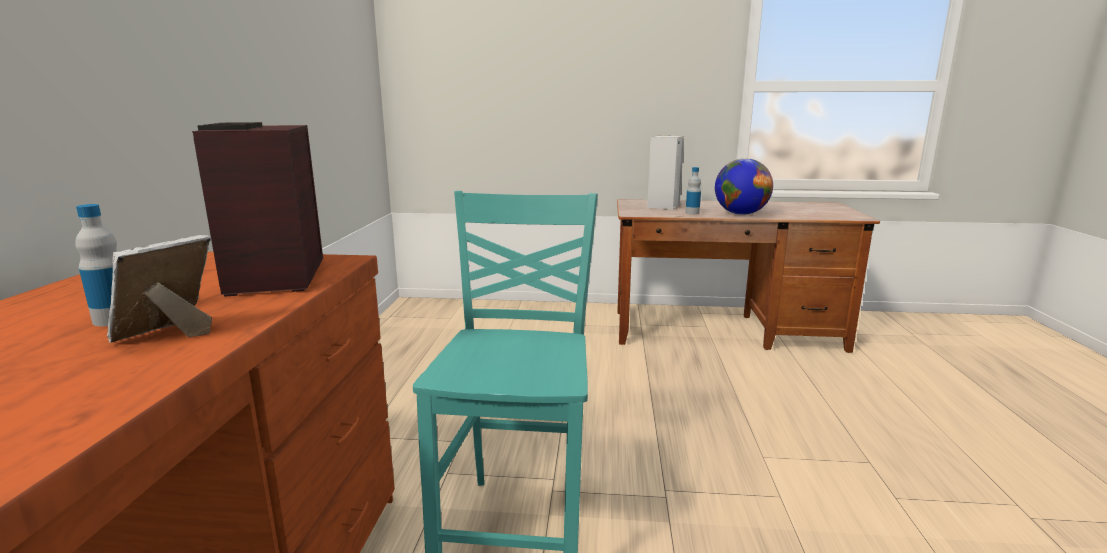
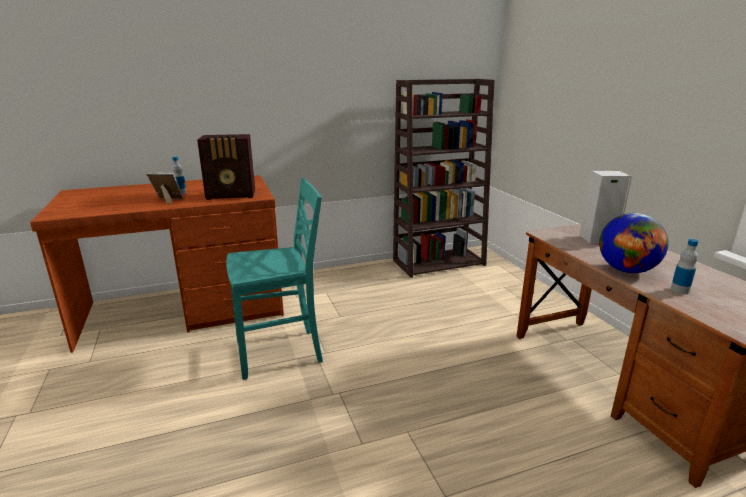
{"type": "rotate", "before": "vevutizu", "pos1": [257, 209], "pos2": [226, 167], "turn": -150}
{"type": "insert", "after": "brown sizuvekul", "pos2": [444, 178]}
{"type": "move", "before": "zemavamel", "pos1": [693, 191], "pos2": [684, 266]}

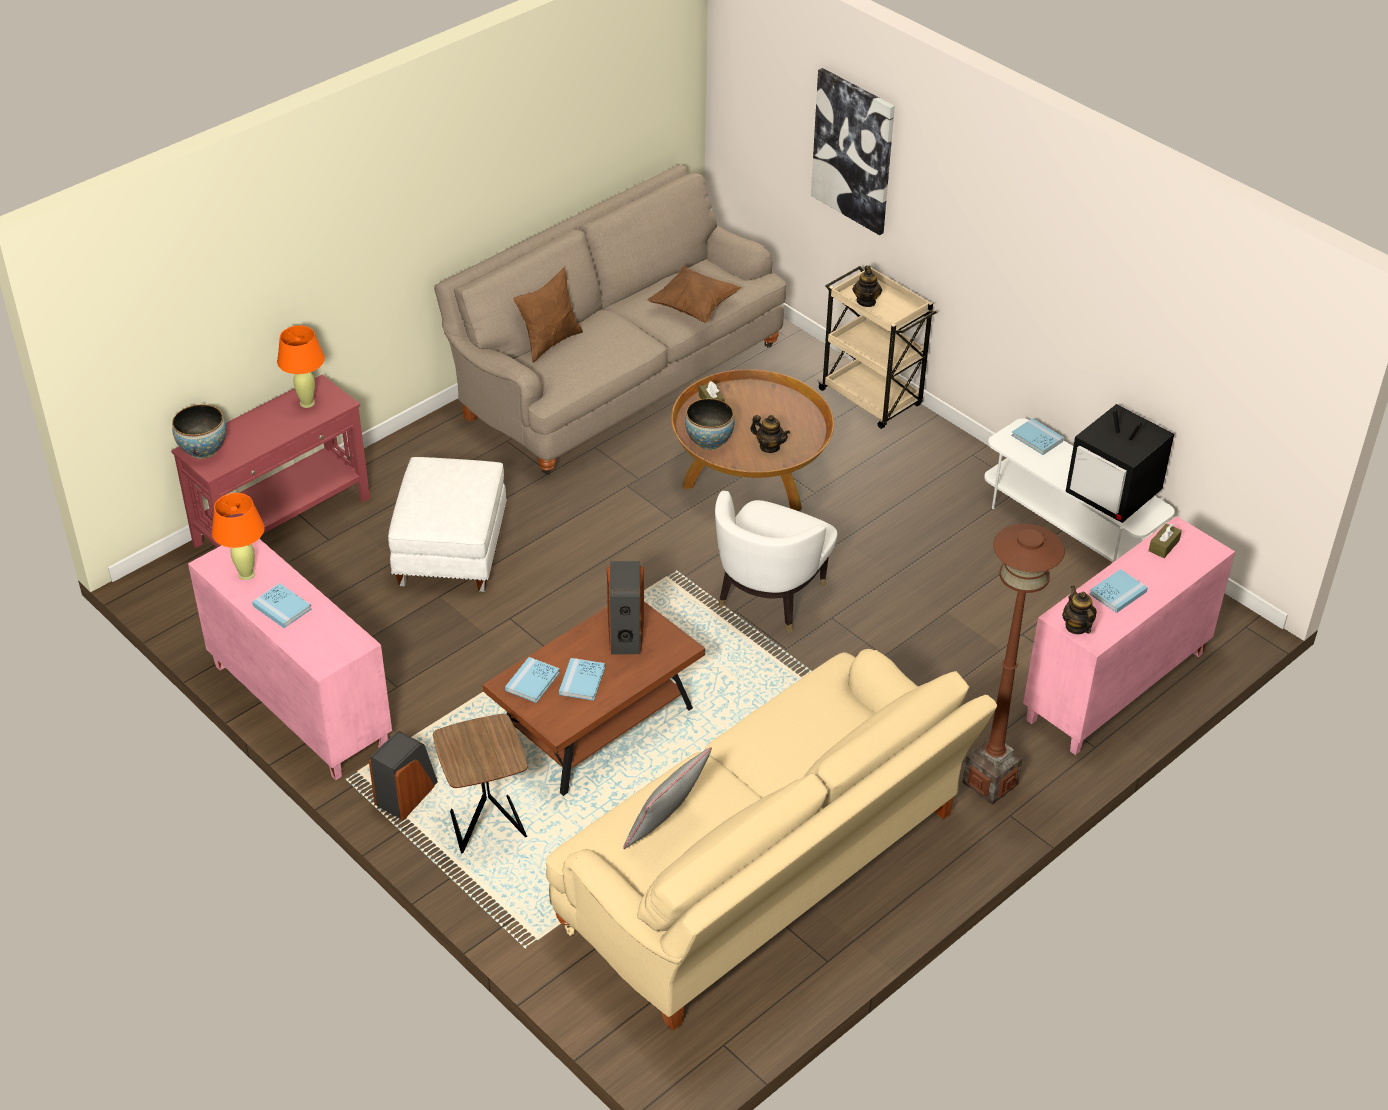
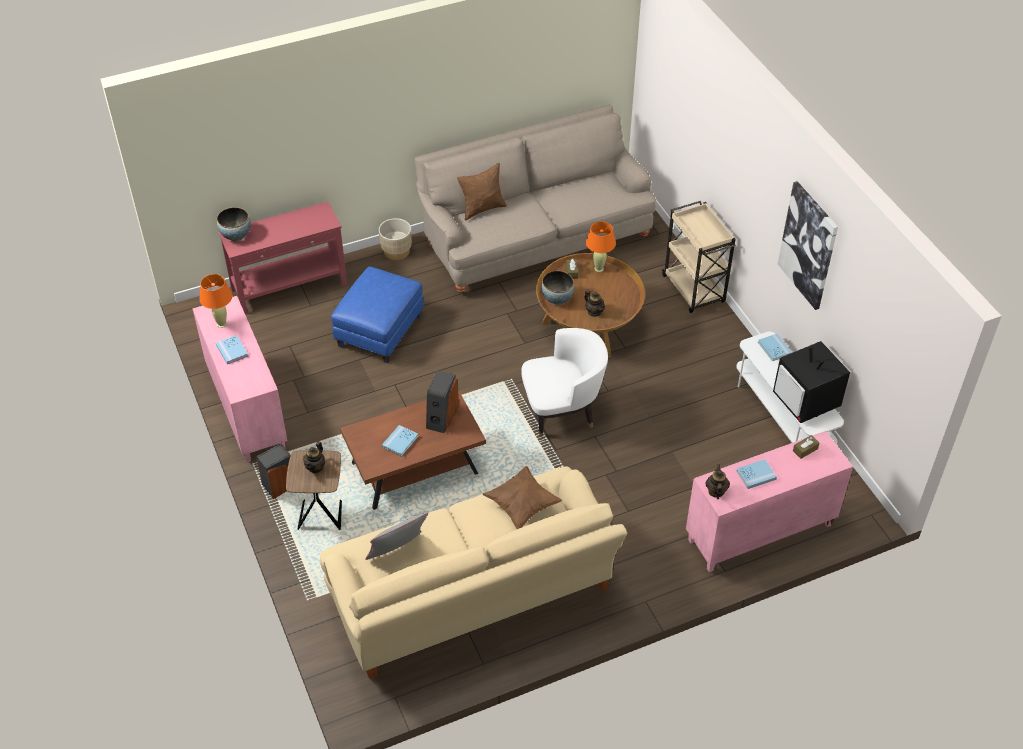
{"type": "move", "before": "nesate", "pos1": [867, 286], "pos2": [314, 457]}
{"type": "recolor", "before": "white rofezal", "after": "blue rofezal", "pos1": [447, 524], "pos2": [377, 314]}
{"type": "insert", "after": "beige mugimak", "pos2": [395, 239]}
{"type": "move", "before": "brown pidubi", "pos1": [694, 294], "pos2": [522, 497]}
{"type": "rotate", "before": "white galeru", "pos1": [776, 562], "pos2": [564, 382], "turn": -150}
{"type": "move", "before": "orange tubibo", "pos1": [301, 367], "pos2": [601, 246]}
{"type": "move", "before": "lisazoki", "pos1": [853, 151], "pos2": [808, 245]}
{"type": "delete", "before": "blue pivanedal", "pos1": [532, 680]}
{"type": "delete", "before": "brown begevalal", "pos1": [1013, 664]}

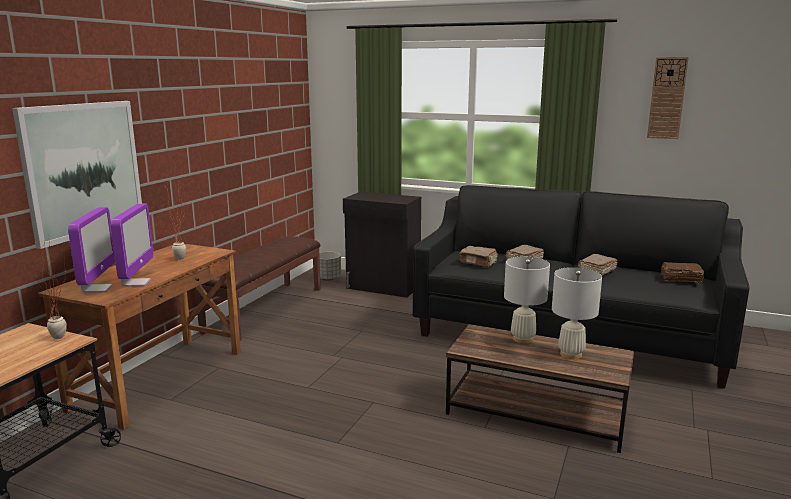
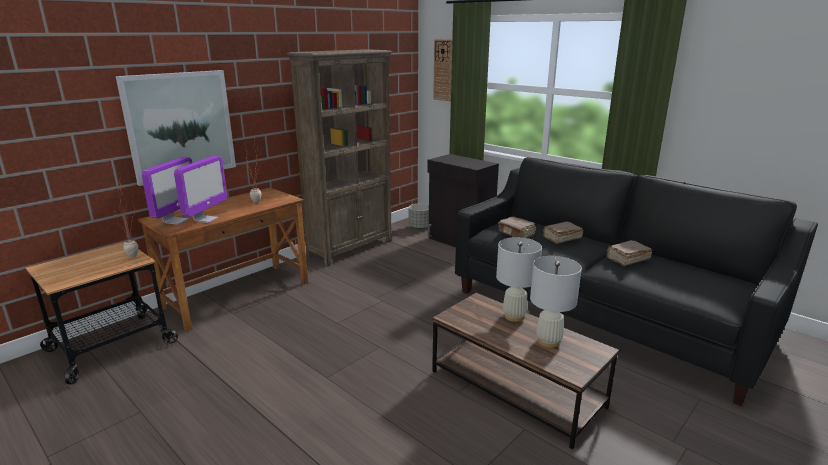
{"type": "replace", "before": "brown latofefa", "after": "brown sizuvekul", "pos1": [258, 288], "pos2": [339, 157]}
{"type": "move", "before": "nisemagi", "pos1": [668, 98], "pos2": [442, 70]}
{"type": "delete", "before": "brown pivanedal", "pos1": [682, 272]}

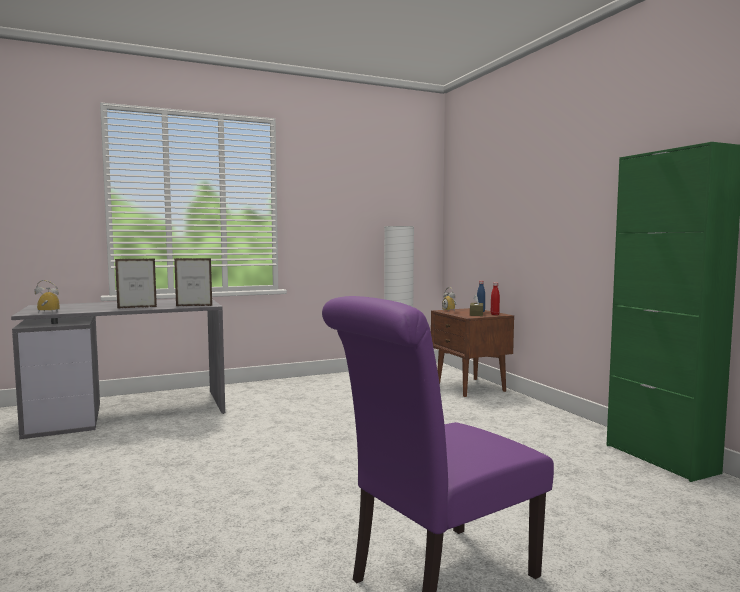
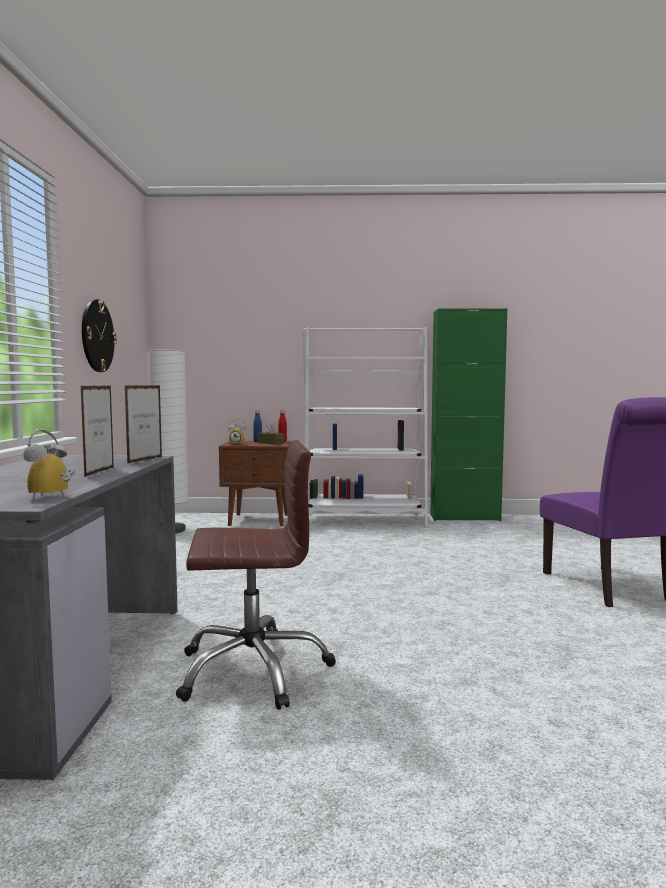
{"type": "insert", "after": "nisemagi", "pos2": [99, 335]}
{"type": "insert", "after": "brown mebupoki", "pos2": [256, 575]}
{"type": "insert", "after": "white sizuvekul", "pos2": [365, 428]}

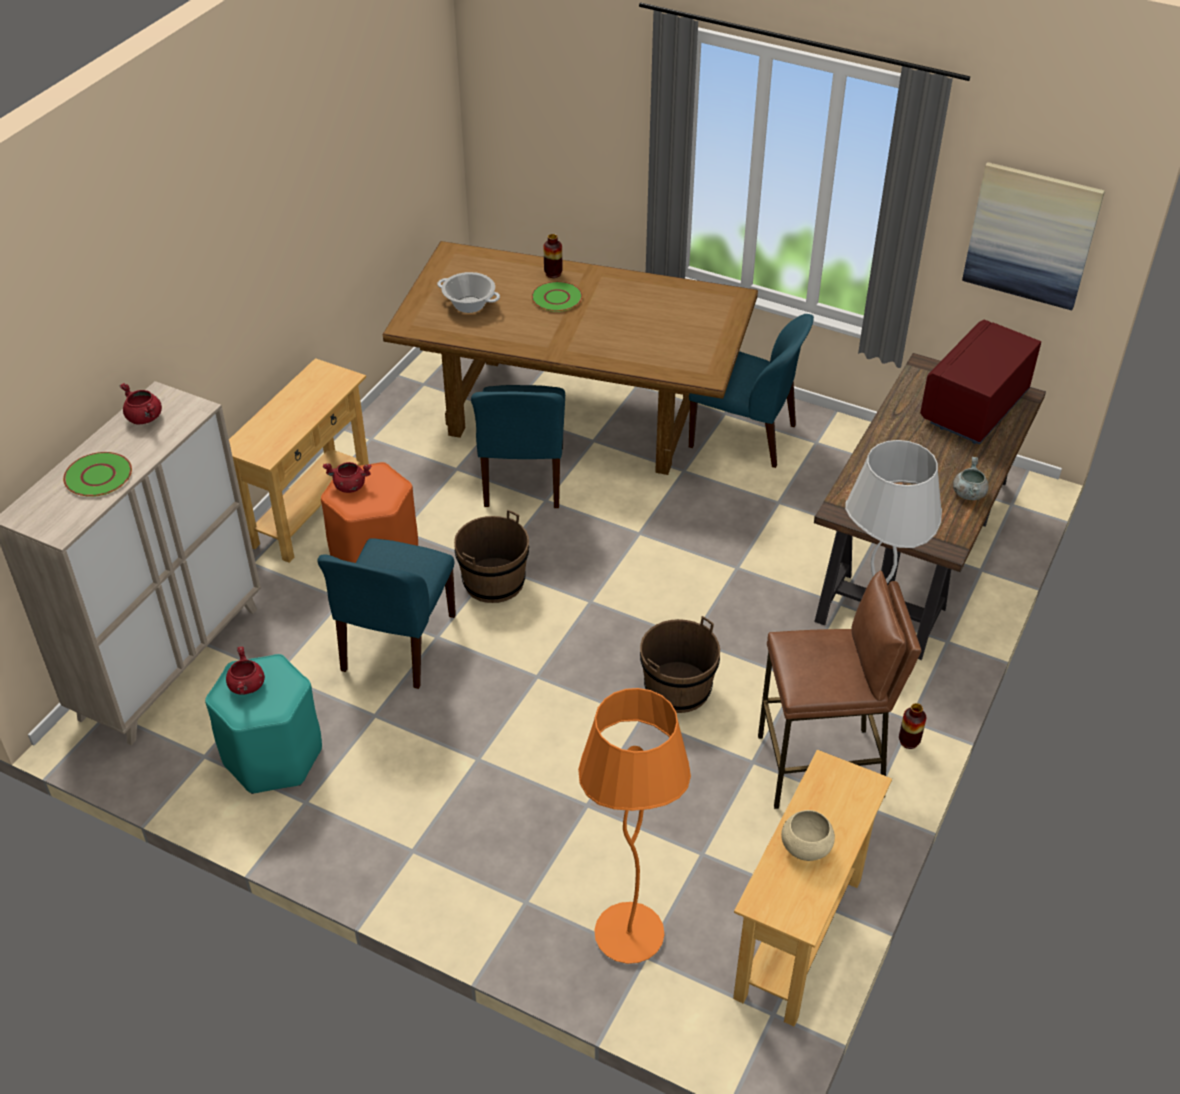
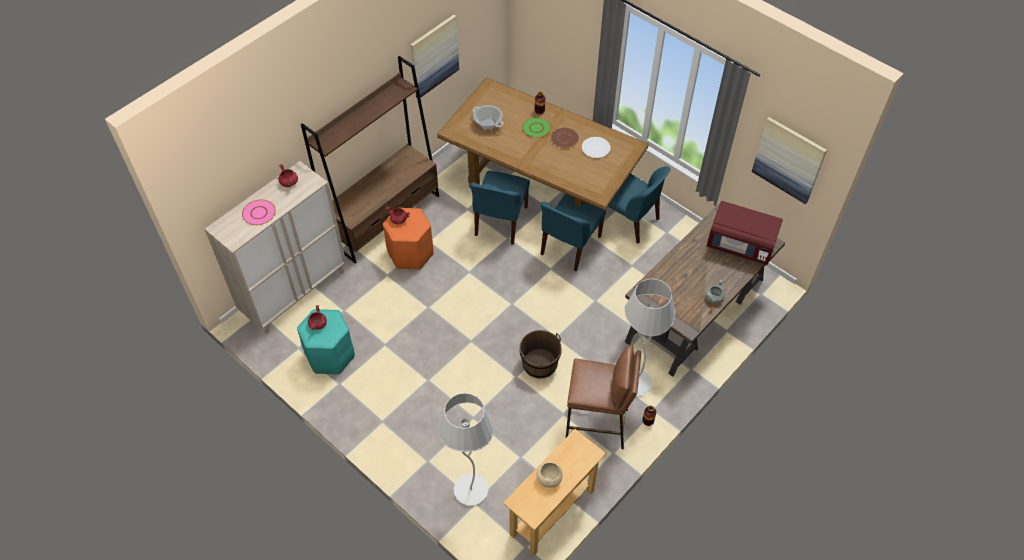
{"type": "recolor", "before": "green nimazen", "after": "pink nimazen", "pos1": [97, 474], "pos2": [259, 212]}
{"type": "replace", "before": "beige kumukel", "after": "brown sizuvekul", "pos1": [299, 460], "pos2": [370, 159]}
{"type": "insert", "after": "lisazoki", "pos2": [434, 56]}
{"type": "recolor", "before": "orange begevalal", "after": "white begevalal", "pos1": [634, 826], "pos2": [466, 449]}
{"type": "move", "before": "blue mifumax", "pos1": [386, 613], "pos2": [573, 232]}
{"type": "insert", "after": "brown nimazen", "pos2": [564, 137]}
{"type": "insert", "after": "white nimazen", "pos2": [596, 147]}
{"type": "rotate", "before": "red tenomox", "pos1": [980, 382], "pos2": [745, 233], "turn": -120}
{"type": "delete", "before": "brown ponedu", "pos1": [491, 556]}

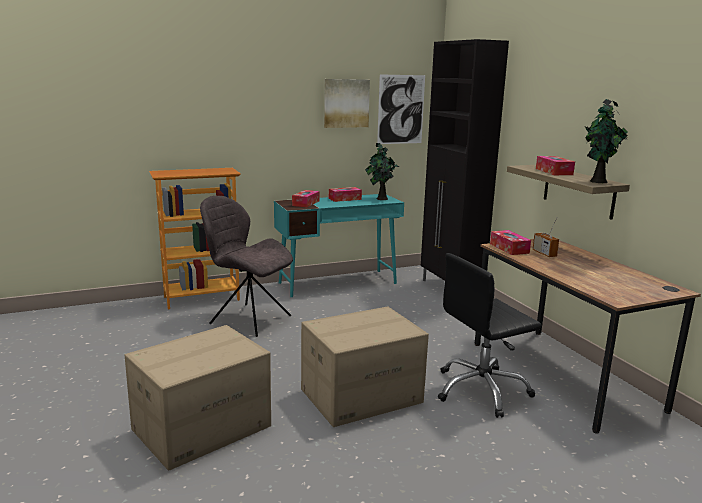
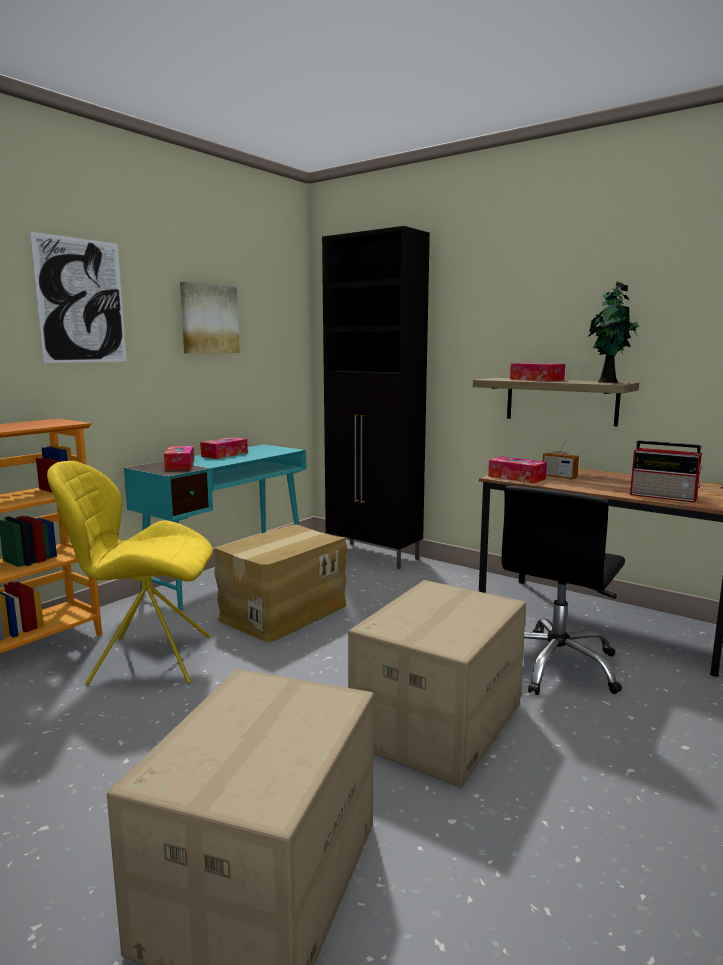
{"type": "move", "before": "lisazoki", "pos1": [401, 109], "pos2": [78, 297]}
{"type": "recolor", "before": "grey mifumax", "after": "yellow mifumax", "pos1": [246, 266], "pos2": [130, 573]}
{"type": "insert", "after": "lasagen", "pos2": [281, 583]}
{"type": "insert", "after": "vevutizu", "pos2": [667, 471]}
{"type": "delete", "before": "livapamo", "pos1": [382, 171]}

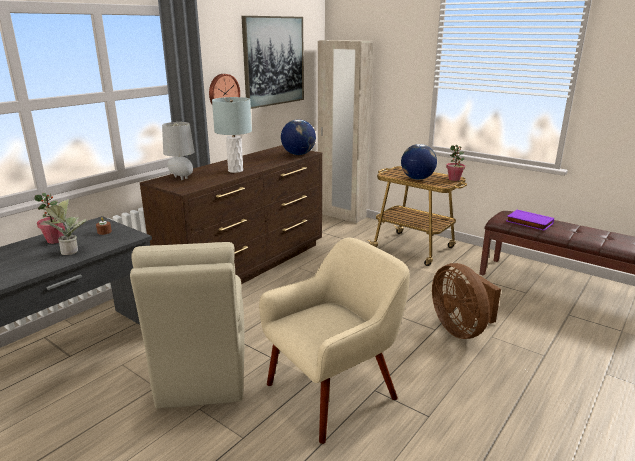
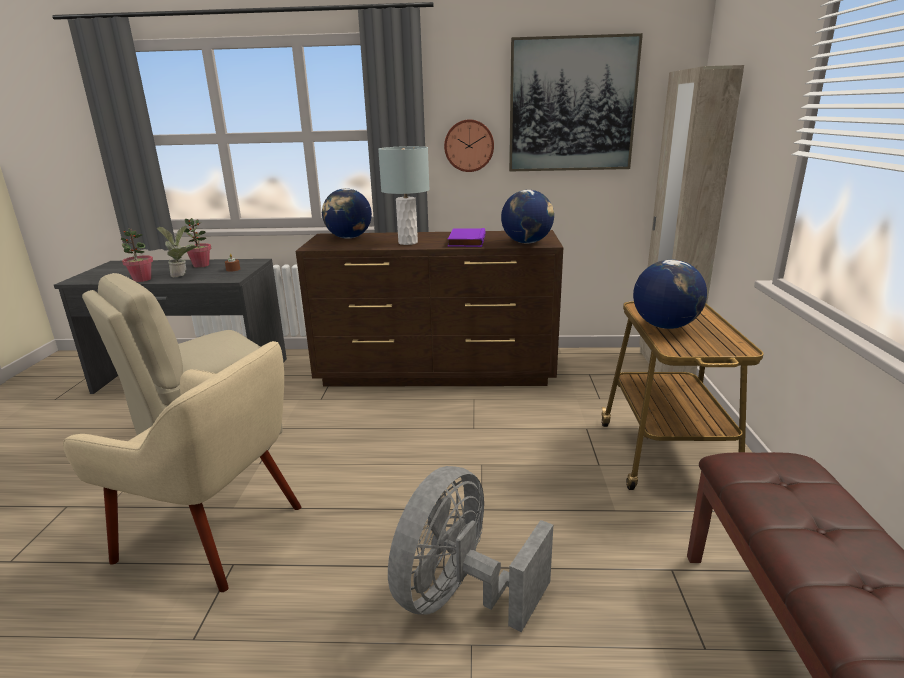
{"type": "move", "before": "livapamo", "pos1": [455, 163], "pos2": [137, 255]}
{"type": "replace", "before": "grey tubibo", "after": "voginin", "pos1": [178, 151], "pos2": [347, 213]}
{"type": "recolor", "before": "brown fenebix", "after": "grey fenebix", "pos1": [466, 301], "pos2": [470, 549]}
{"type": "move", "before": "purple pivanedal", "pos1": [530, 220], "pos2": [466, 237]}

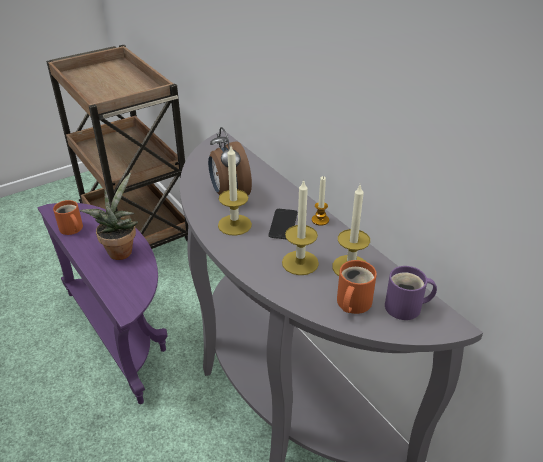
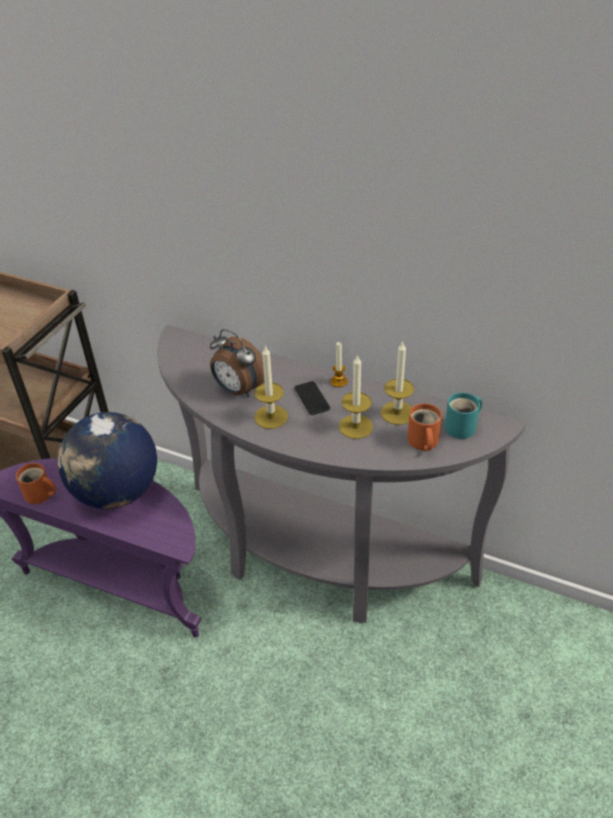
{"type": "replace", "before": "livapamo", "after": "voginin", "pos1": [109, 216], "pos2": [107, 460]}
{"type": "recolor", "before": "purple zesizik", "after": "turquoise zesizik", "pos1": [411, 293], "pos2": [463, 415]}

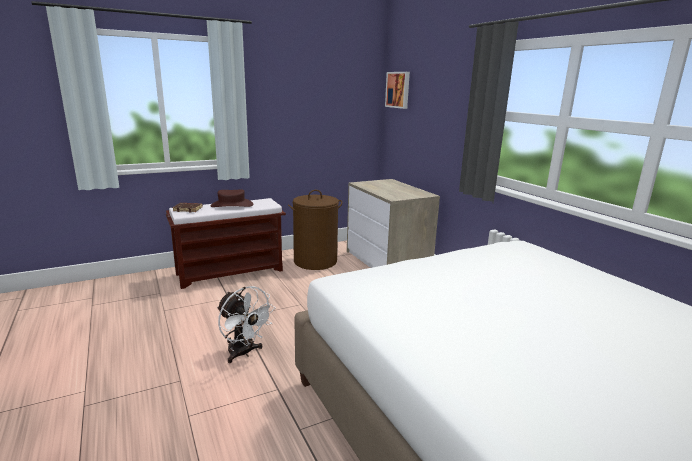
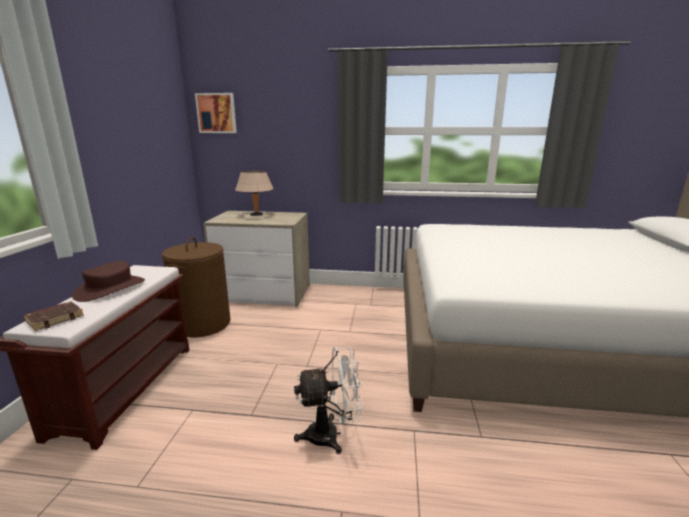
{"type": "insert", "after": "beige tubibo", "pos2": [254, 193]}

